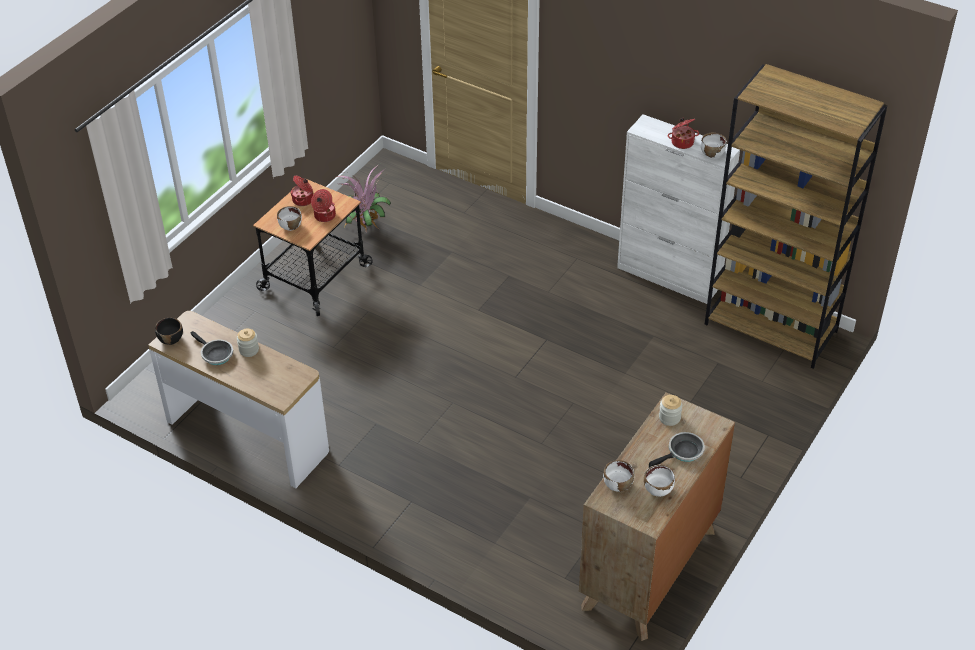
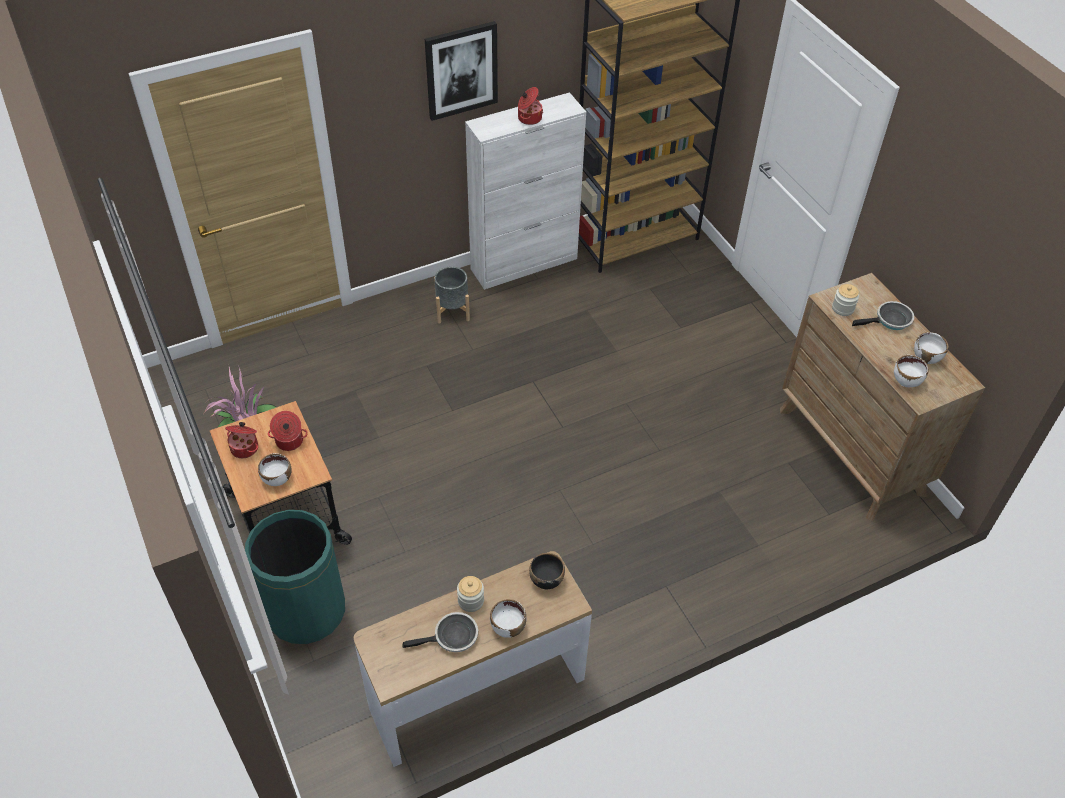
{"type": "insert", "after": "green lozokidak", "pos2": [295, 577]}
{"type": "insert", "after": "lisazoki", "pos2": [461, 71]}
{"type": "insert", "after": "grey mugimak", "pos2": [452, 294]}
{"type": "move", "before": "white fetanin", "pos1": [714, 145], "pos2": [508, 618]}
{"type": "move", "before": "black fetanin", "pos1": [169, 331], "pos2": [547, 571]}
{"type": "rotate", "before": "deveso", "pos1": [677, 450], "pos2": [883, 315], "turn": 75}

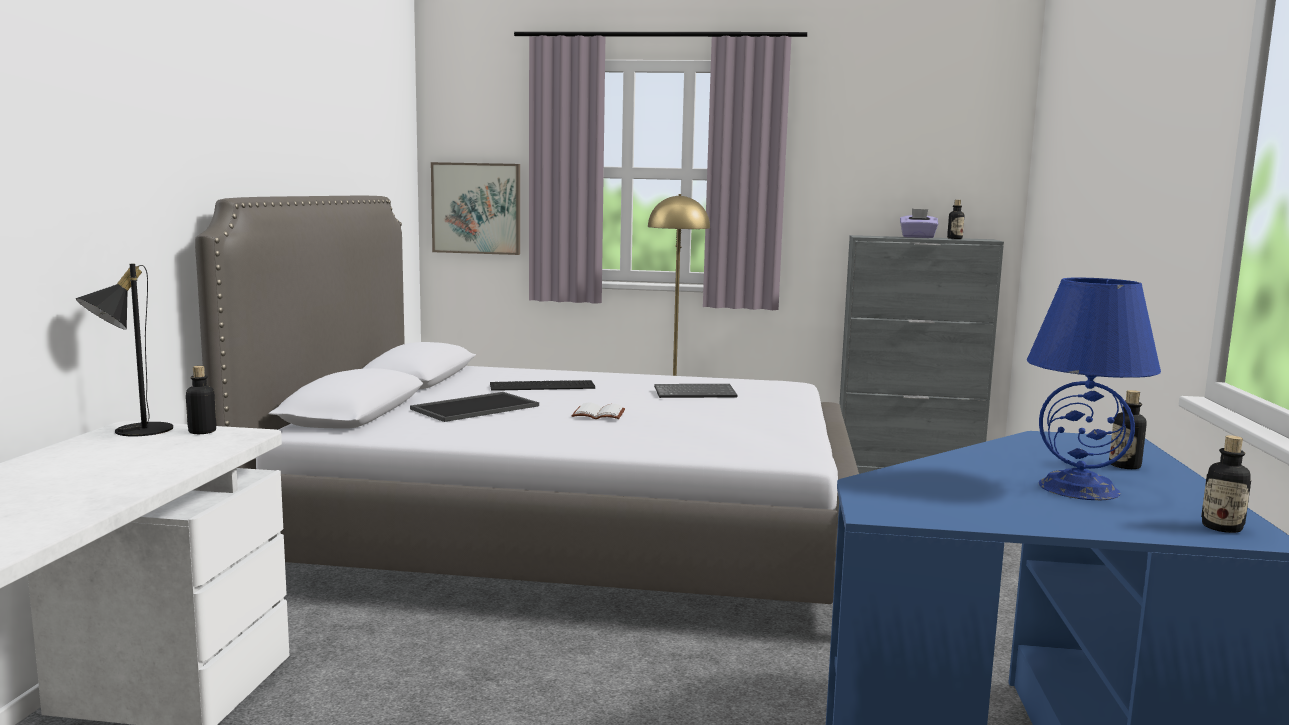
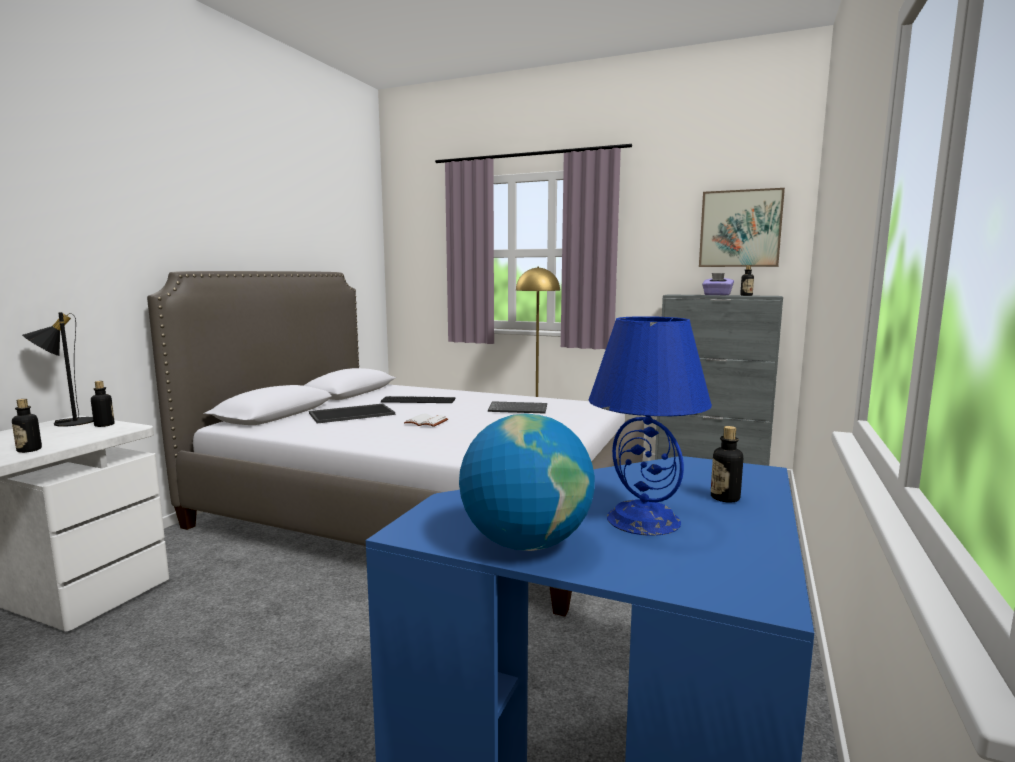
{"type": "move", "before": "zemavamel", "pos1": [1226, 484], "pos2": [27, 426]}
{"type": "insert", "after": "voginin", "pos2": [527, 482]}
{"type": "move", "before": "lisazoki", "pos1": [475, 208], "pos2": [742, 227]}

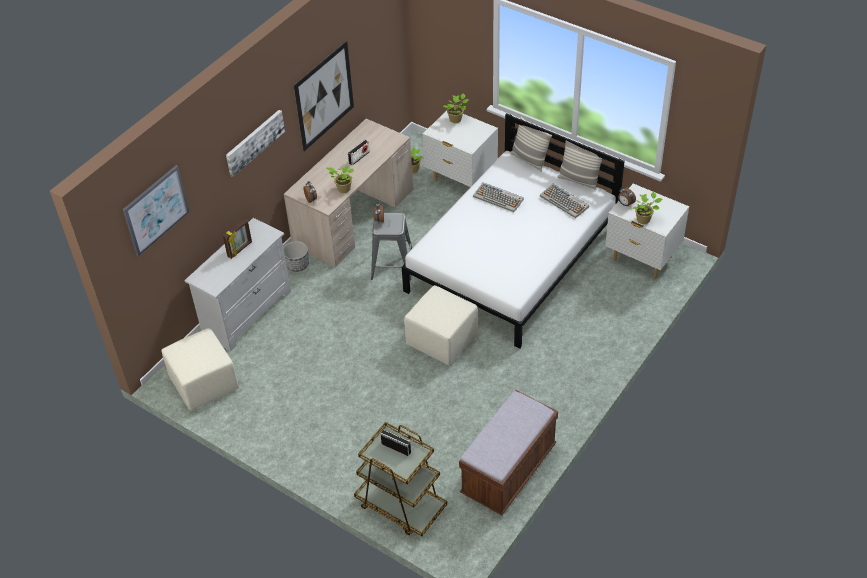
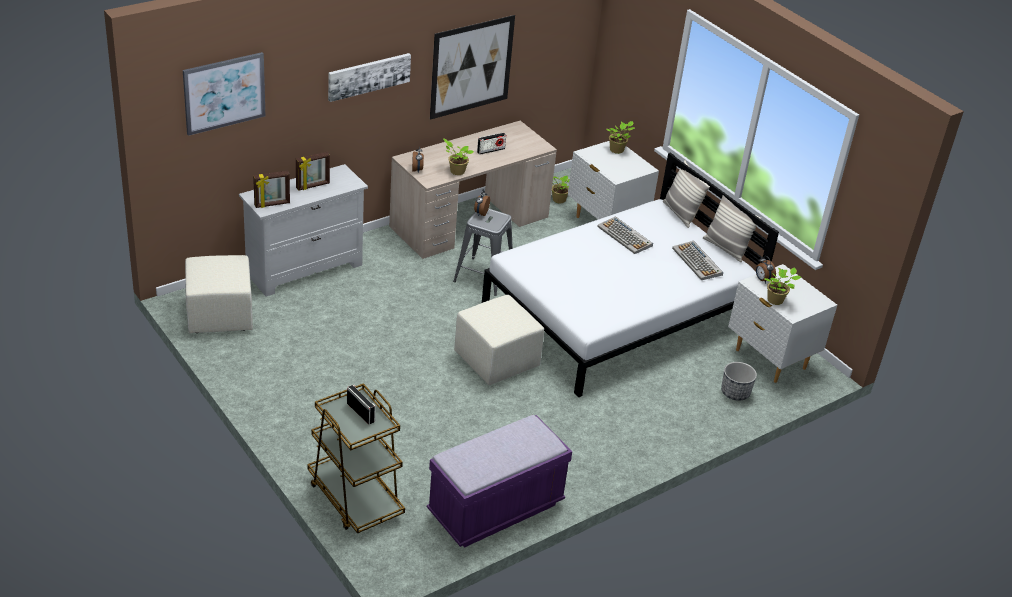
{"type": "insert", "after": "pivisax", "pos2": [271, 189]}
{"type": "recolor", "before": "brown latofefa", "after": "purple latofefa", "pos1": [508, 452], "pos2": [499, 481]}
{"type": "move", "before": "mugimak", "pos1": [296, 256], "pos2": [739, 381]}

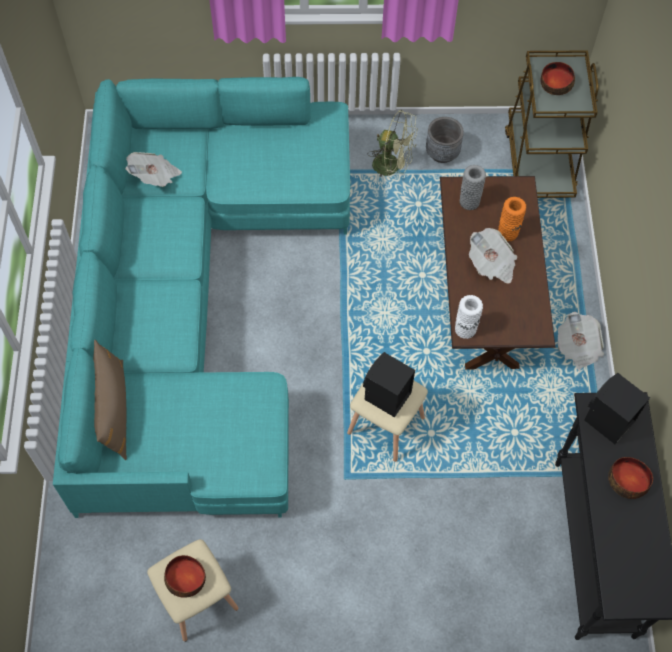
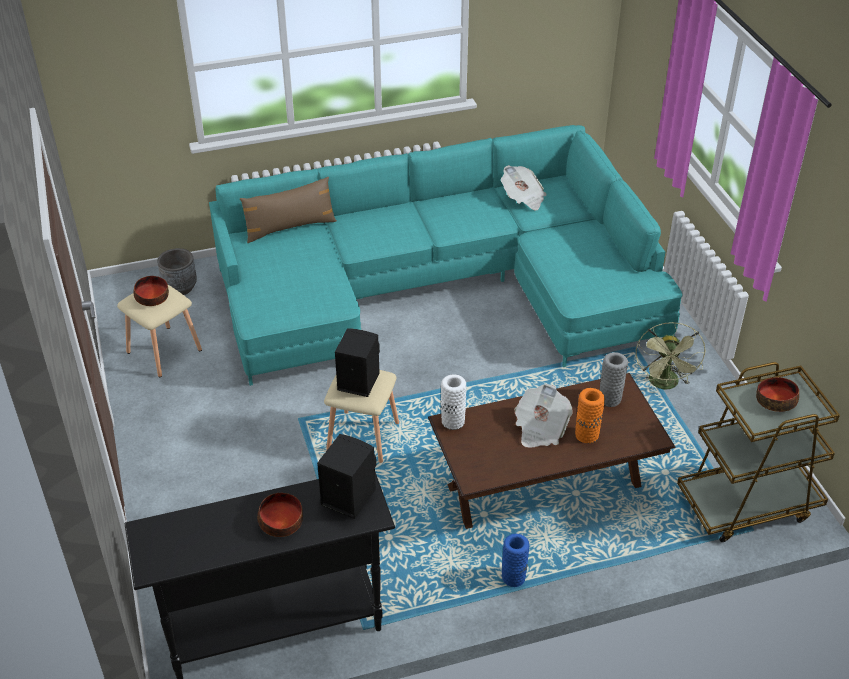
{"type": "move", "before": "grey mugimak", "pos1": [445, 140], "pos2": [177, 271]}
{"type": "replace", "before": "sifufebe", "after": "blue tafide", "pos1": [581, 341], "pos2": [515, 560]}

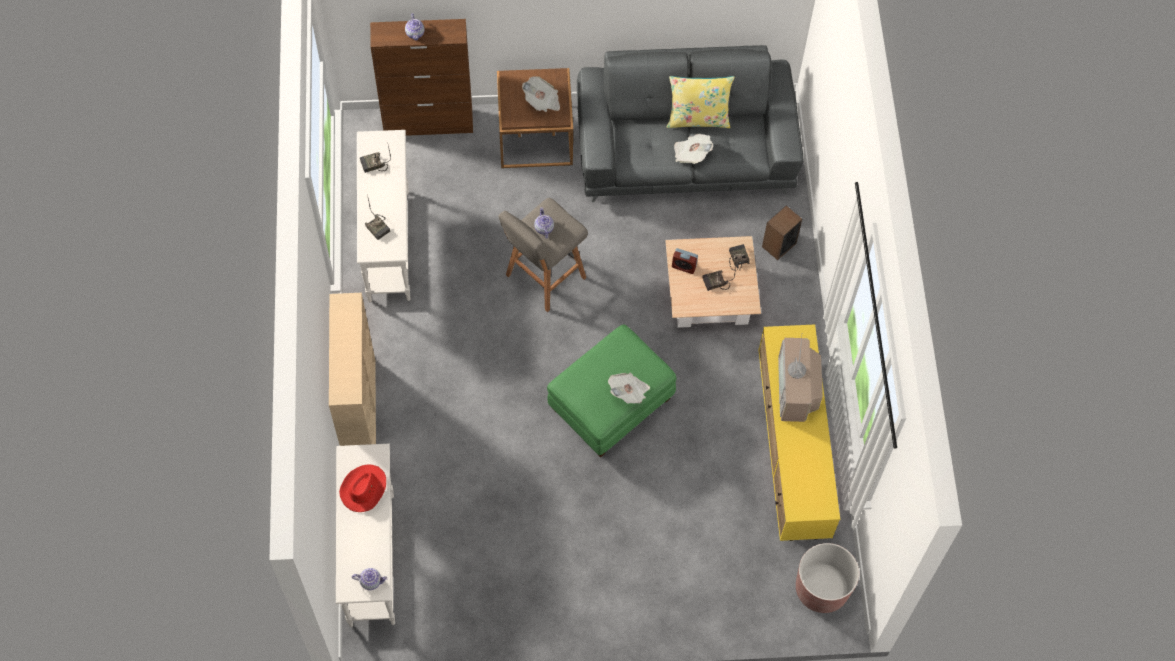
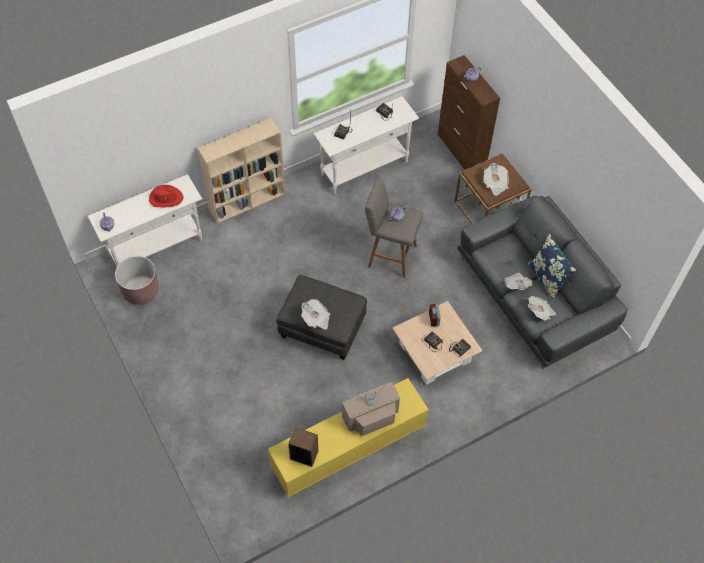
{"type": "move", "before": "brown mugimak", "pos1": [827, 578], "pos2": [136, 280]}
{"type": "recolor", "before": "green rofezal", "after": "grey rofezal", "pos1": [612, 391], "pos2": [321, 317]}
{"type": "move", "before": "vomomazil", "pos1": [782, 233], "pos2": [303, 447]}
{"type": "recolor", "before": "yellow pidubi", "after": "blue pidubi", "pos1": [700, 102], "pos2": [552, 267]}
{"type": "insert", "after": "sifufebe", "pos2": [542, 308]}

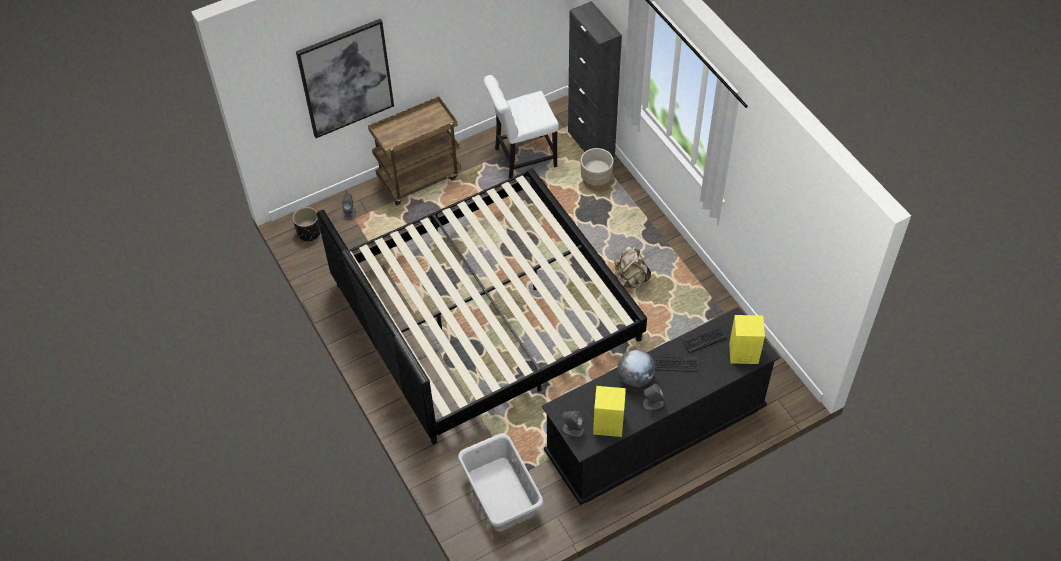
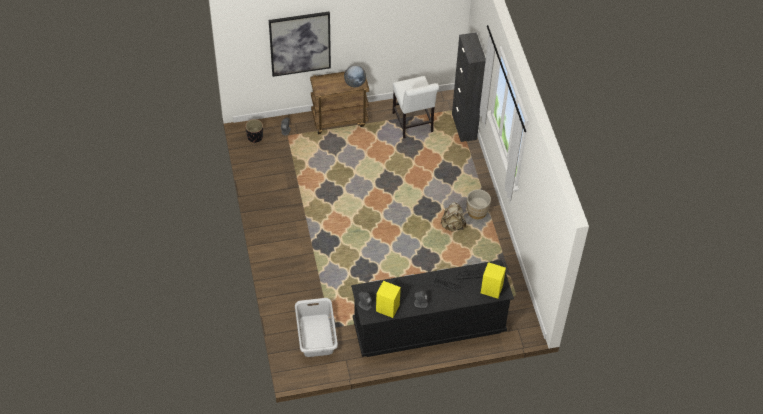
{"type": "move", "before": "voginin", "pos1": [636, 368], "pos2": [355, 76]}
{"type": "rotate", "before": "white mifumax", "pos1": [521, 127], "pos2": [415, 107], "turn": -105}
{"type": "move", "before": "beige mugimak", "pos1": [597, 169], "pos2": [479, 204]}
{"type": "delete", "before": "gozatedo", "pos1": [482, 306]}

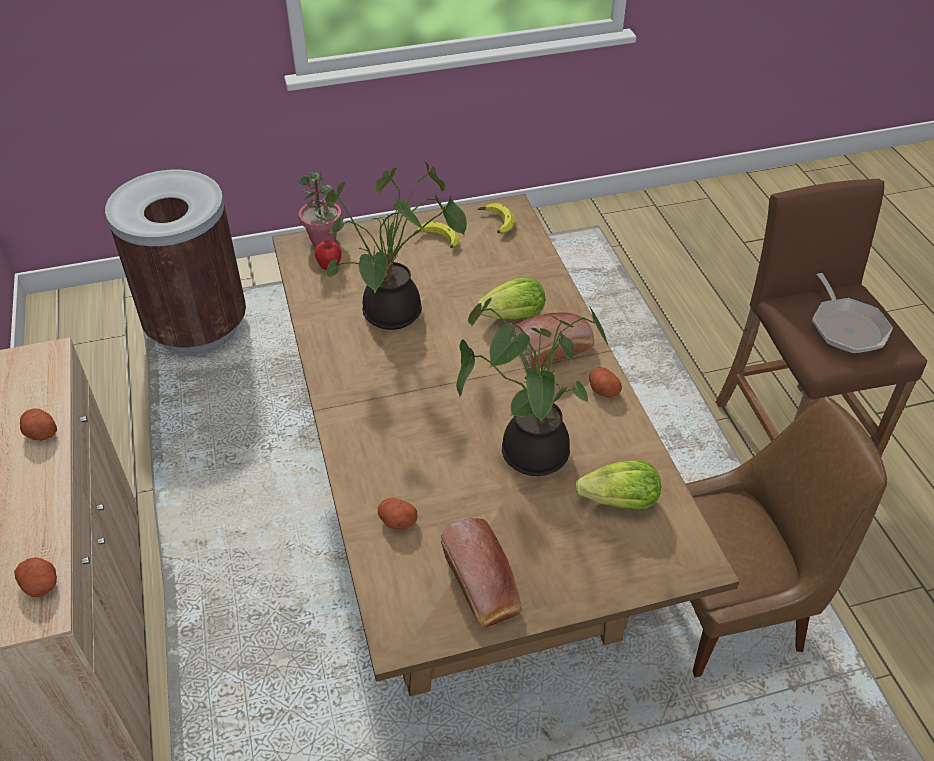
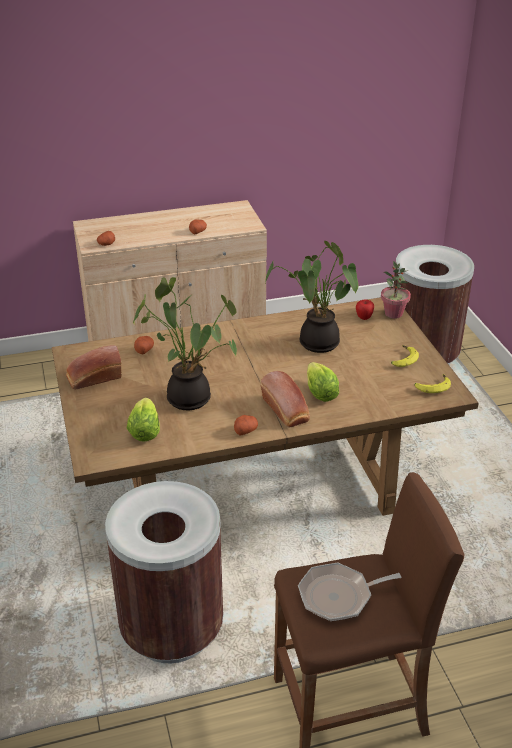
{"type": "replace", "before": "brown mifumax", "after": "brown lozokidak", "pos1": [786, 537], "pos2": [164, 572]}

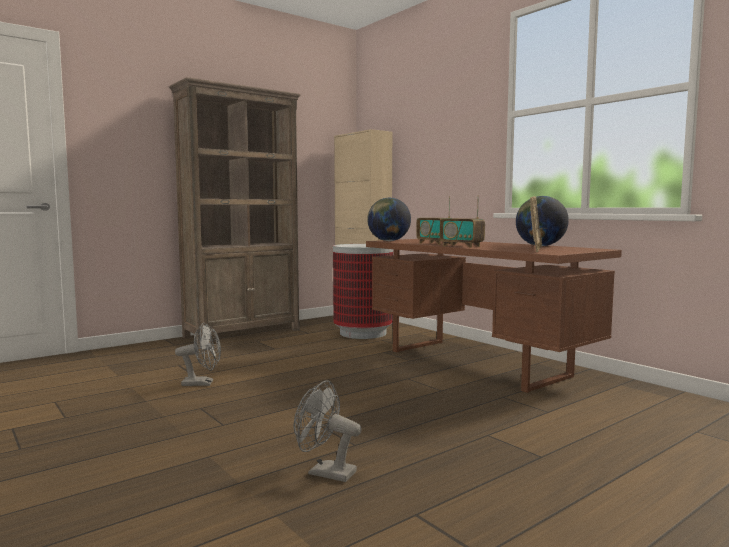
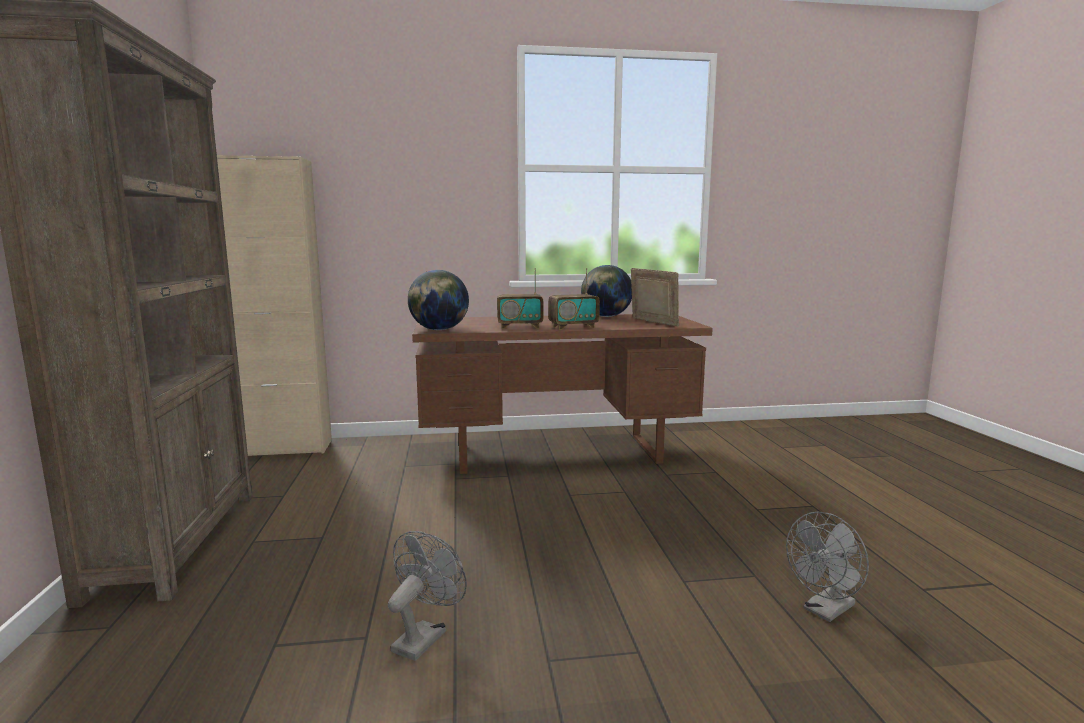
{"type": "delete", "before": "lozokidak", "pos1": [363, 291]}

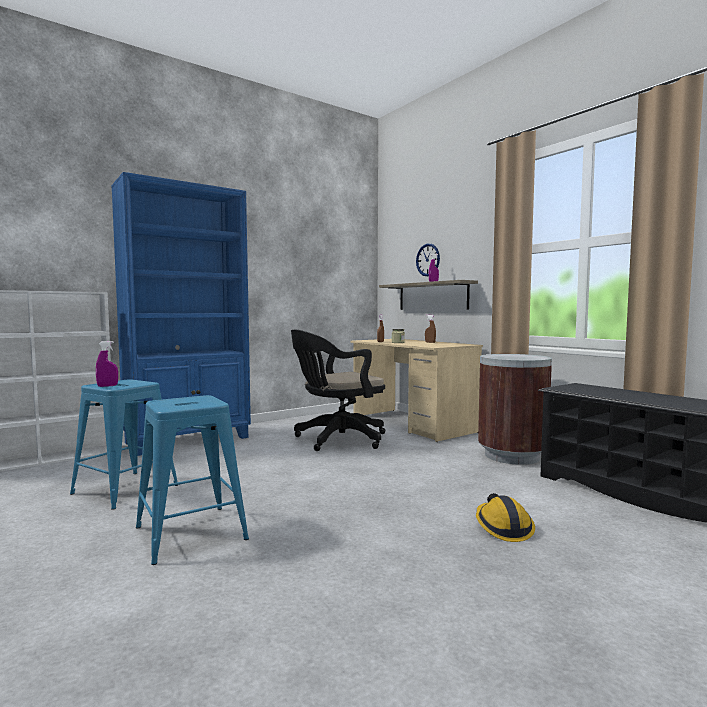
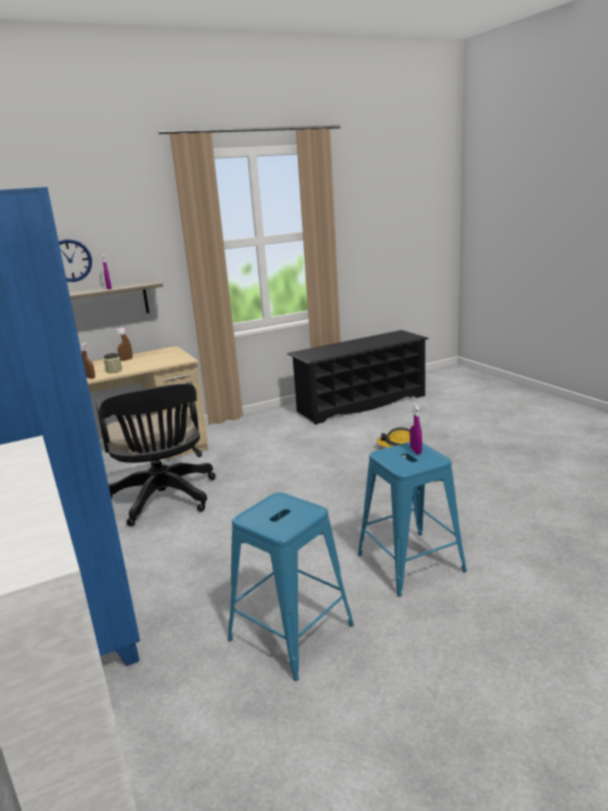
{"type": "move", "before": "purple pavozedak", "pos1": [107, 364], "pos2": [416, 428]}
{"type": "delete", "before": "brown lozokidak", "pos1": [515, 409]}

